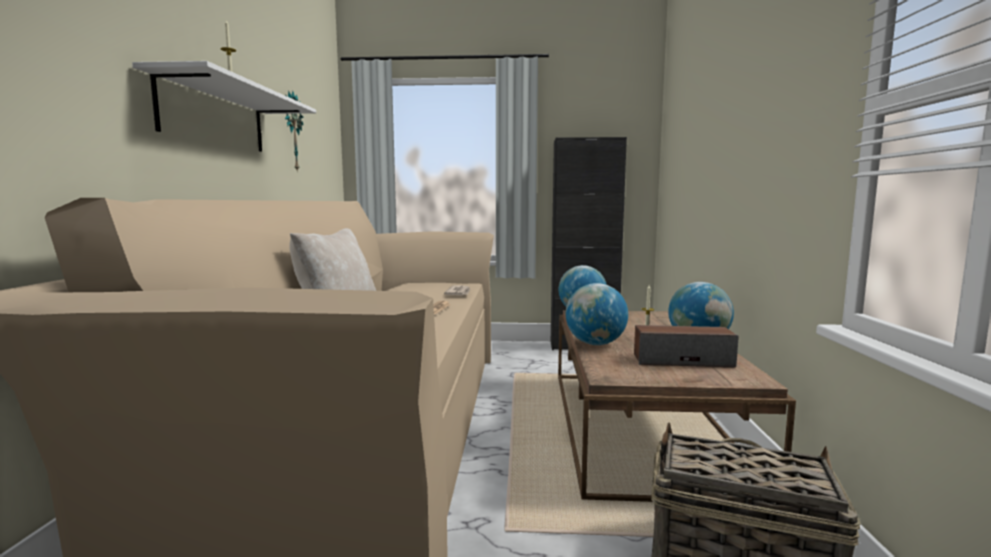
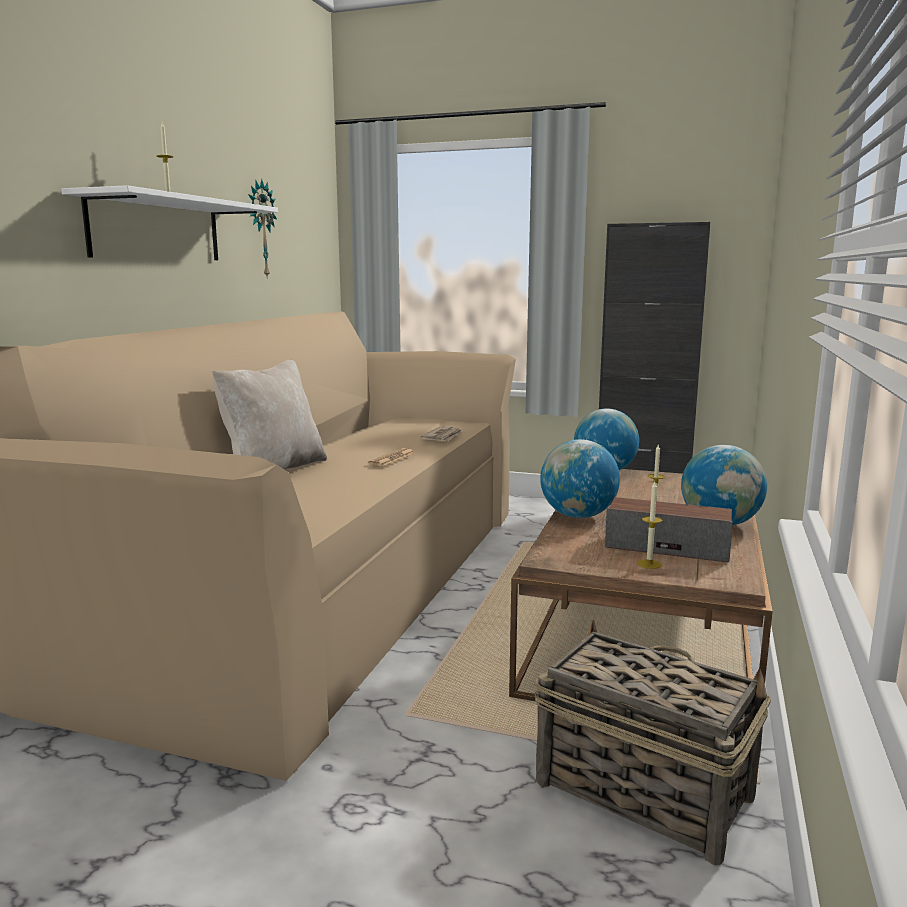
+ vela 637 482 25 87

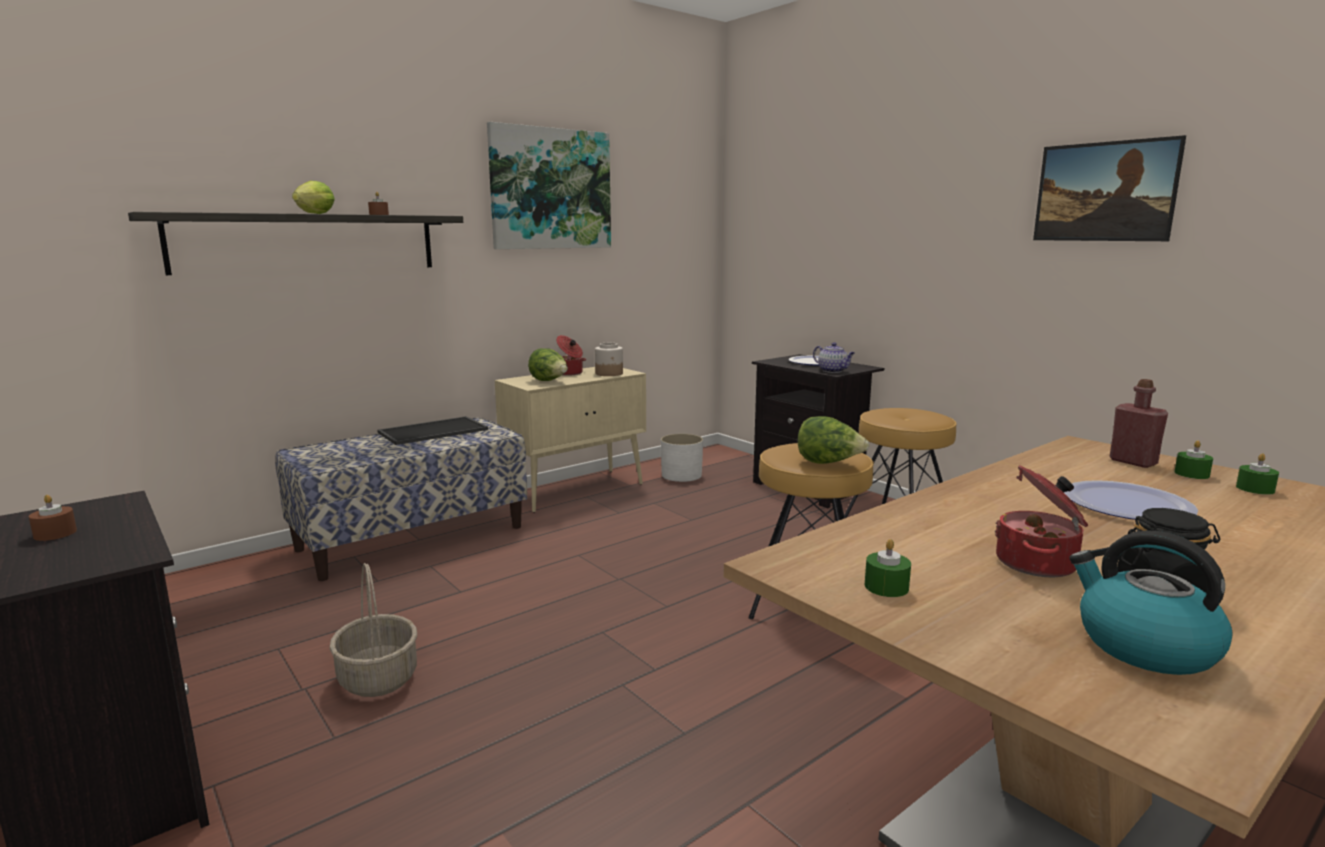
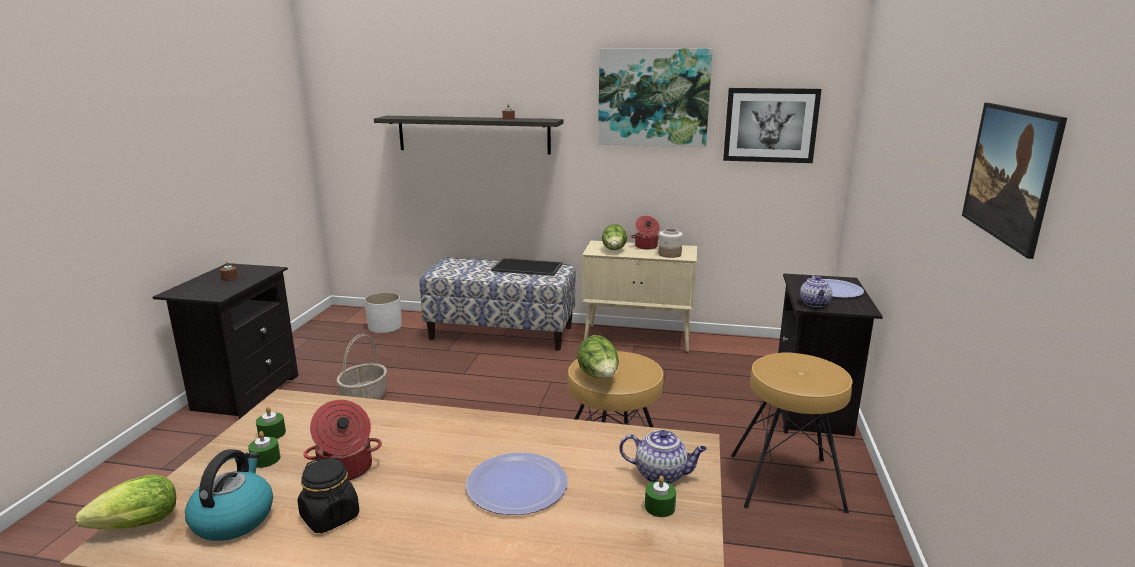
~ lechuga 292 181 43 33 to 76 475 100 55
~ botella/rojo 1110 379 58 89 to tetera 619 430 88 54
~ maceta/blanco 661 434 42 48 to 364 292 38 41
~ vela/verde 1236 453 43 42 to 248 431 32 37
+ cuadro 723 88 99 75

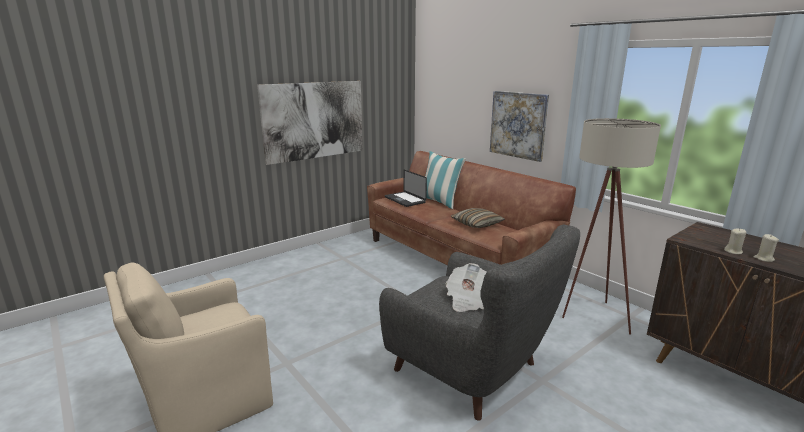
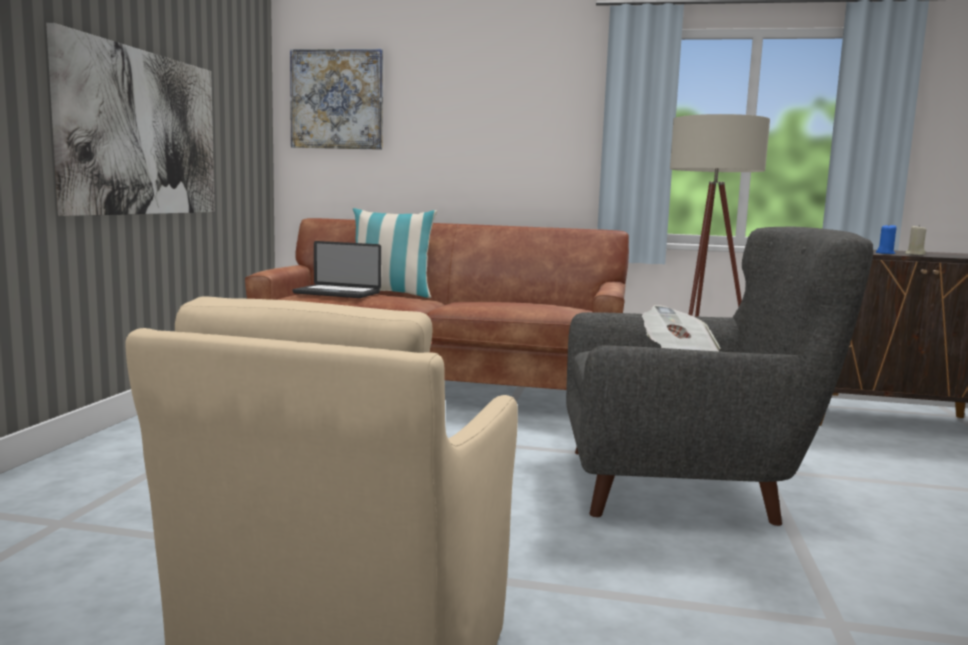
~ cuadro 490 91 59 71 to 290 49 93 101
- cojín 451 208 54 20
~ vela/beis 724 228 22 26 to vela/azul 876 224 21 30

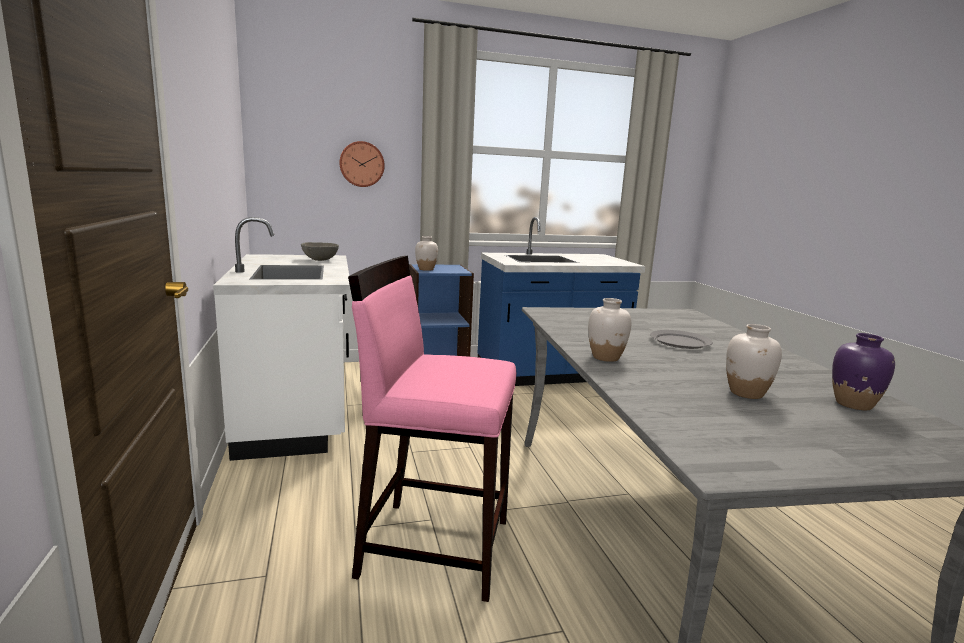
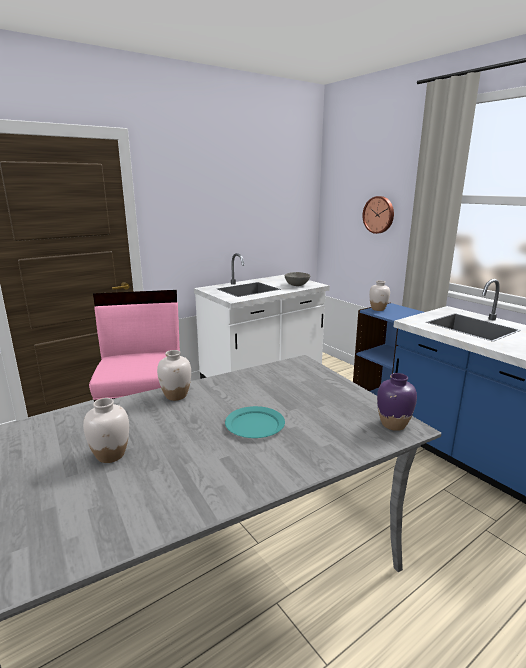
~ plato/gris 650 330 63 19 to plato/turquesa 225 406 60 32
~ florero/morado 832 333 63 77 to 377 373 40 58

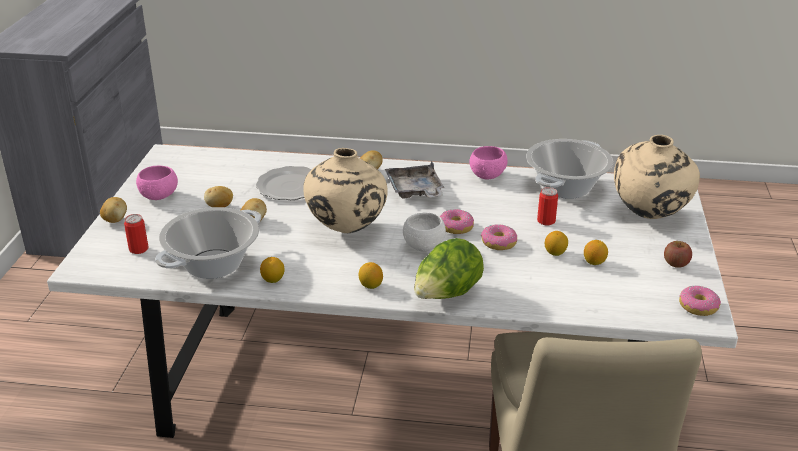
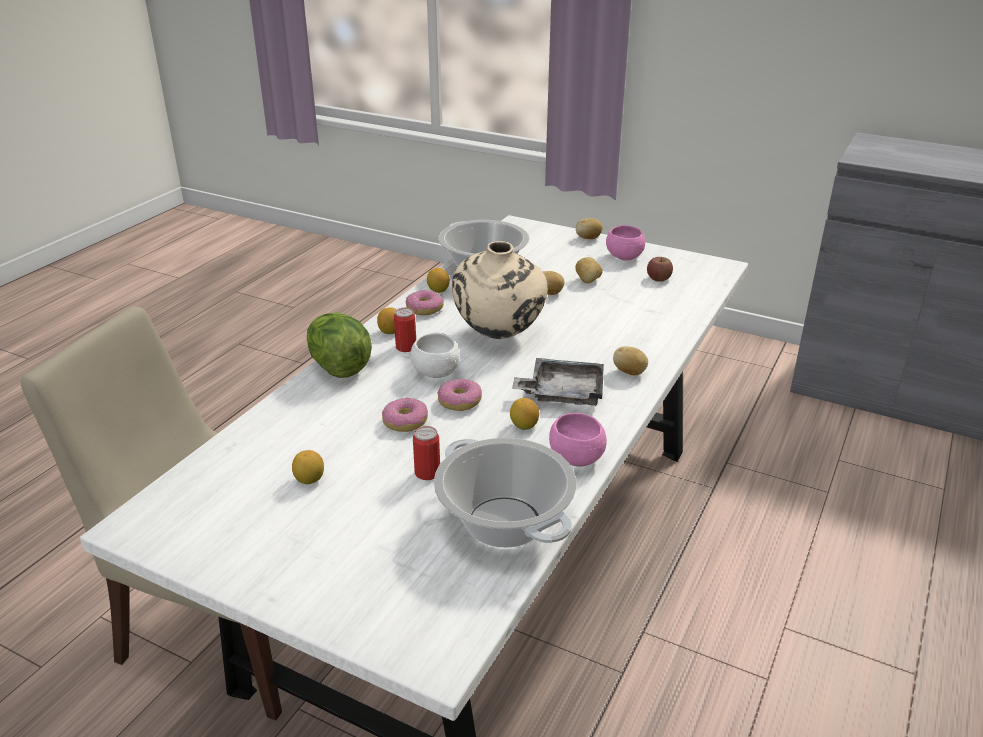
- florero/beis 614 135 86 84
- plato 256 166 56 34
~ lata 124 214 24 40 to 394 308 22 44
~ limón 545 231 23 25 to 510 398 29 32
~ manzana 664 241 28 27 to 647 257 26 25
~ rosquilla 679 285 42 31 to 406 290 38 25

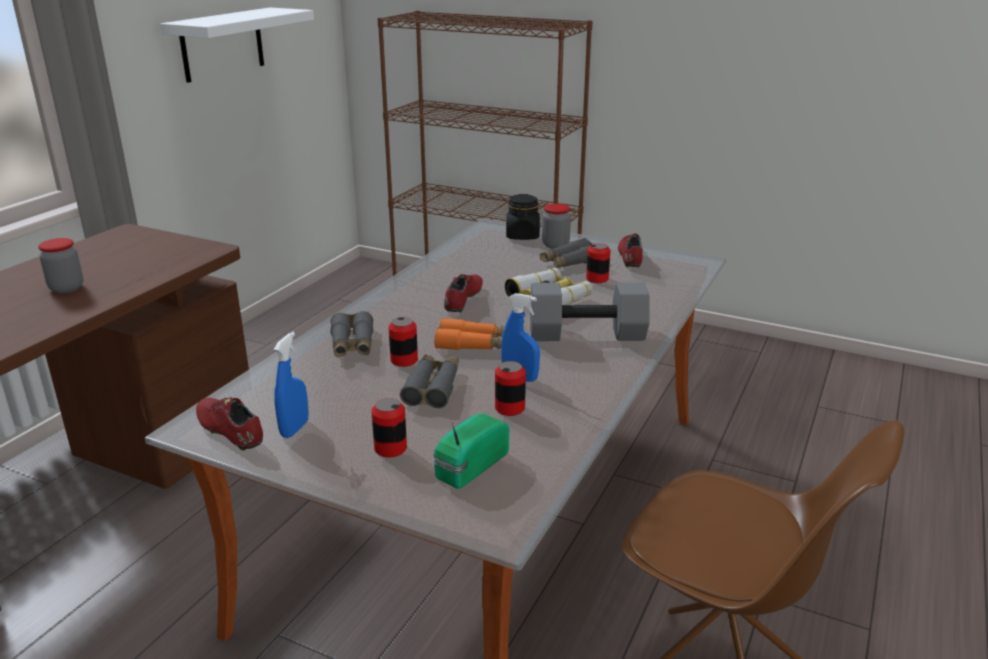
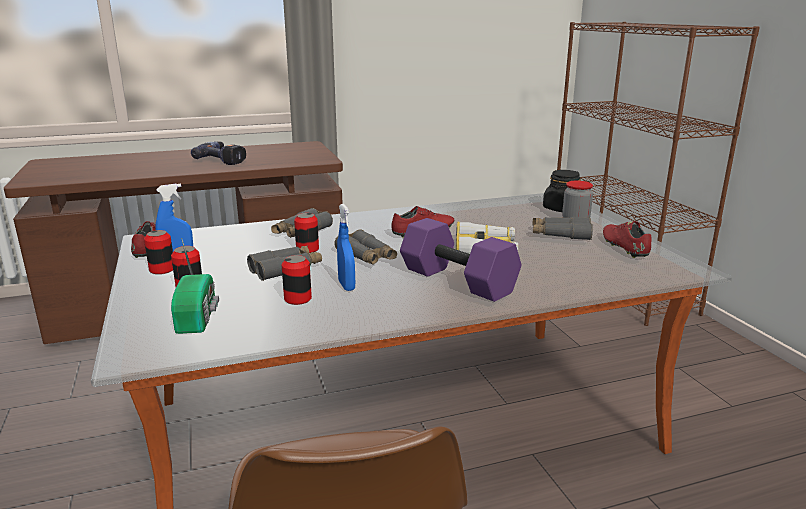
- estante/blanco 160 7 154 76
~ zapato/rojo 618 234 24 34 = 603 221 49 37 60 degrees counterclockwise
~ tarro 38 238 45 55 to taladro 191 141 55 24
~ lata 586 243 24 40 to 144 230 29 44
~ mancuerna/gris 530 282 120 59 to mancuerna/morado 400 218 121 84
~ prismáticos/naranja 434 318 71 32 to prismáticos/gris 334 230 63 34
~ radio 433 414 76 75 = 171 238 48 96 90 degrees clockwise

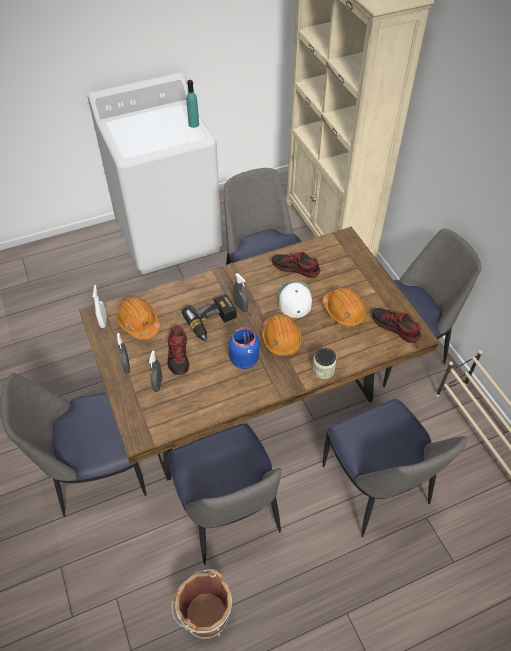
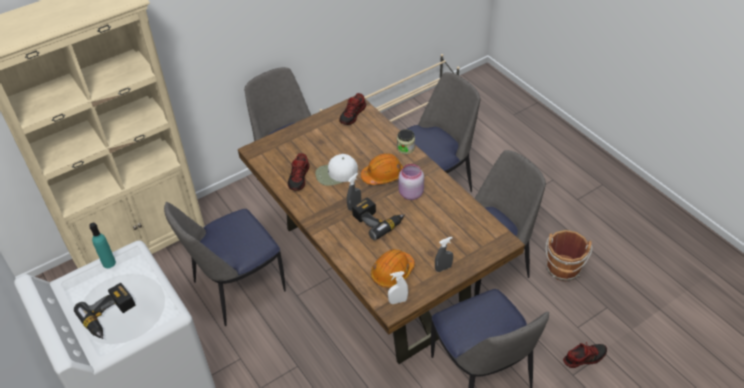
- casco/naranja 322 287 45 40
~ zapato 167 326 22 49 to 563 342 44 26
~ tarro/azul 229 327 31 42 to tarro/rosa 399 164 25 36
- pulverizador/gris 149 351 14 41
+ taladro 74 283 62 56

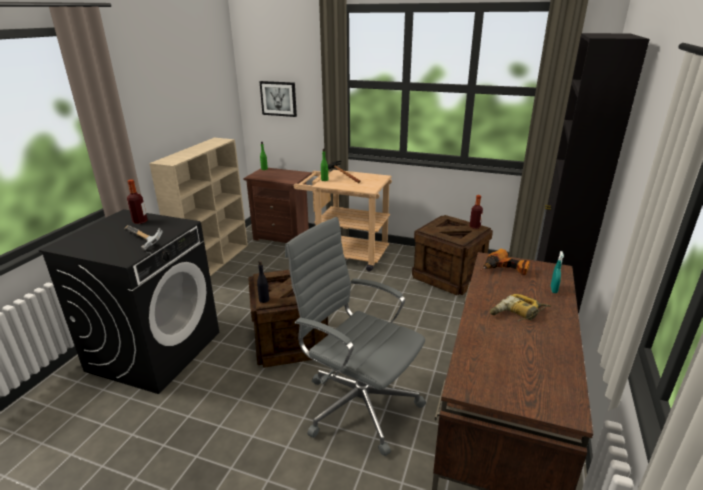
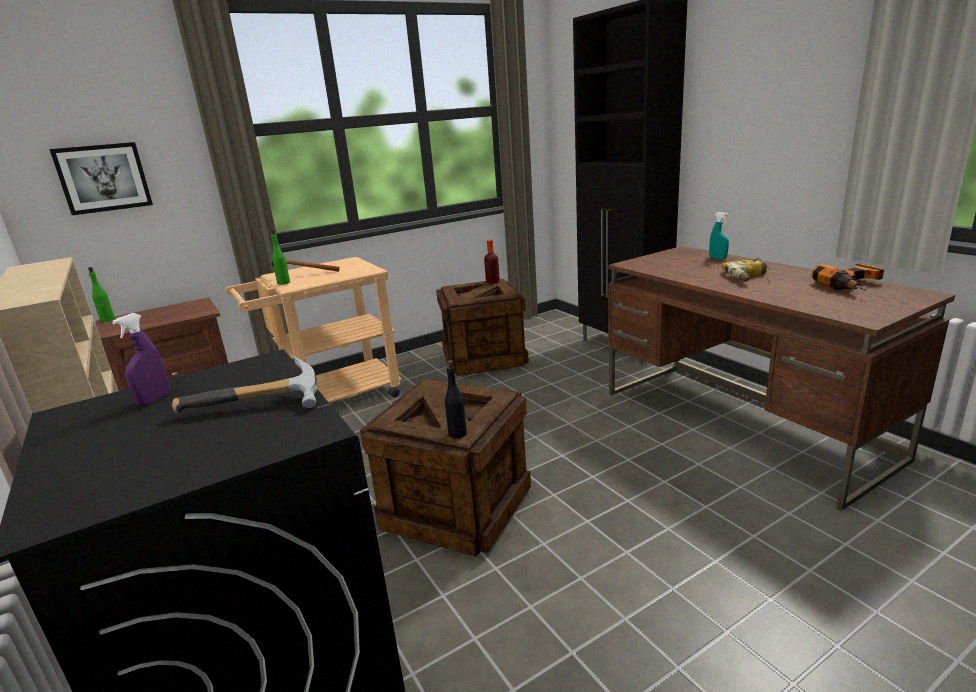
~ botella 127 179 21 45 to pulverizador/morado 112 313 58 93
- silla de oficina/gris 285 217 141 239
~ taladro 480 249 50 26 to 812 263 72 28

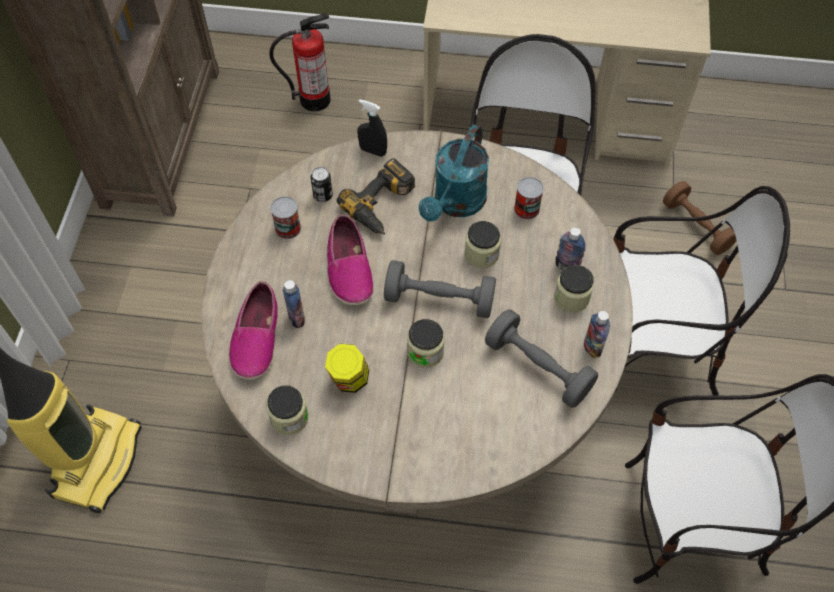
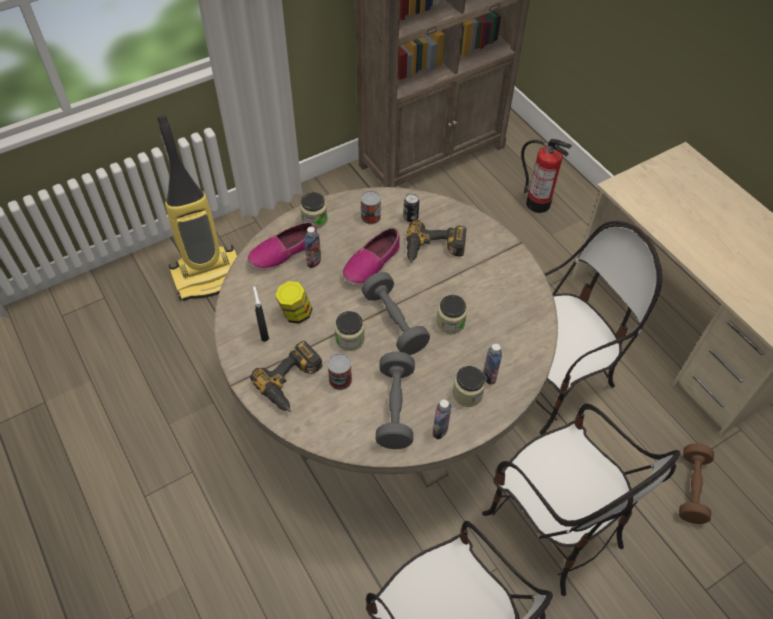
~ pulverizador/negro 357 99 30 58 to 253 287 16 55
- regadera/turquesa 419 125 70 97
~ lata 514 177 30 43 to 327 353 25 37
~ tarro 267 385 41 50 to 300 192 28 37
+ taladro 250 341 73 71

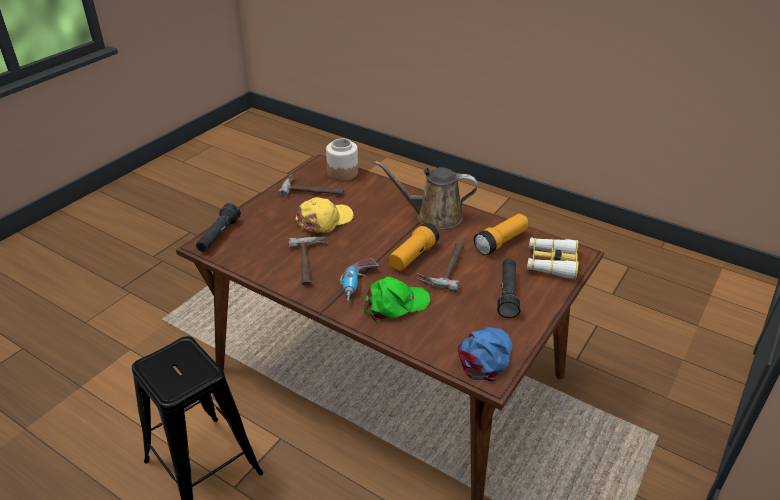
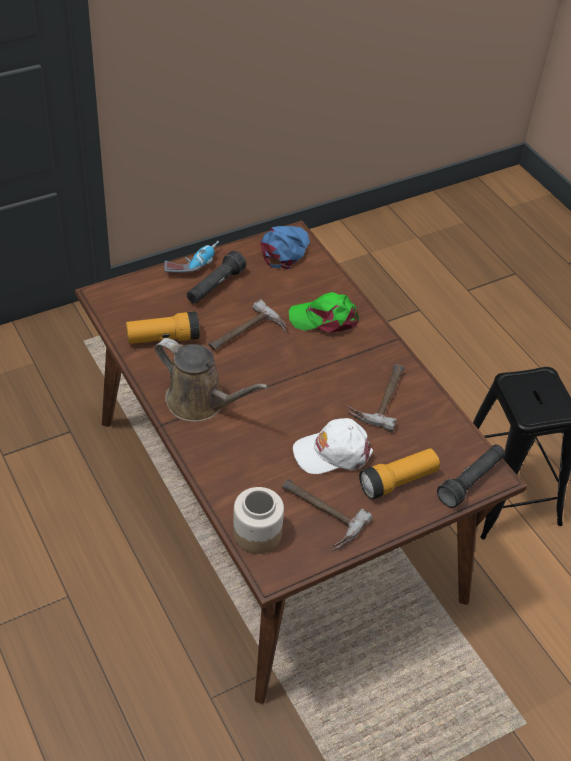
~ gorra/amarillo 296 197 57 36 to gorra/blanco 293 418 80 56
~ linterna 389 222 51 49 to 359 448 81 52
- prismáticos 527 238 52 42
~ taladro 339 258 40 43 to 165 241 54 32
~ gorra/azul 457 327 56 54 = 260 226 50 43 150 degrees clockwise

